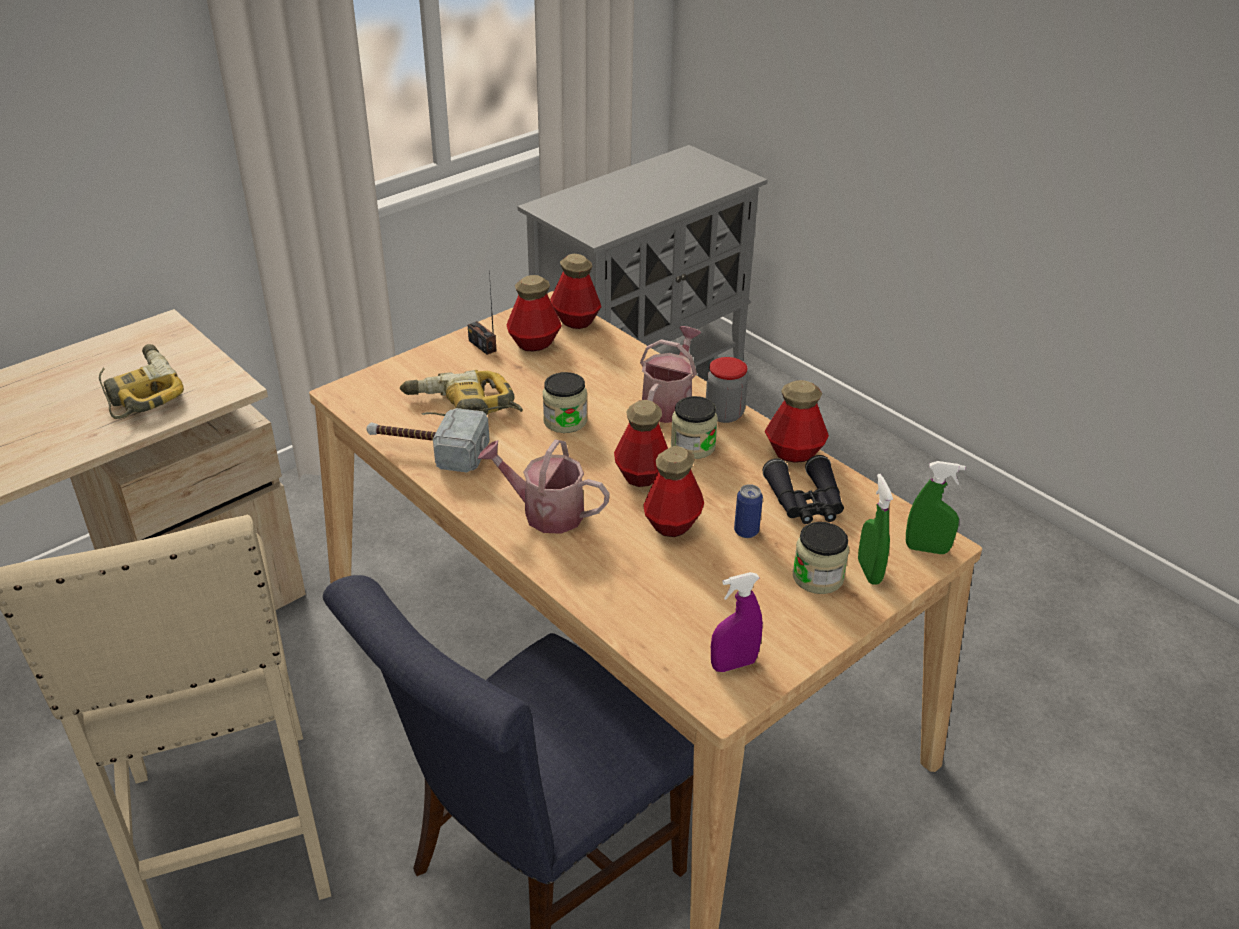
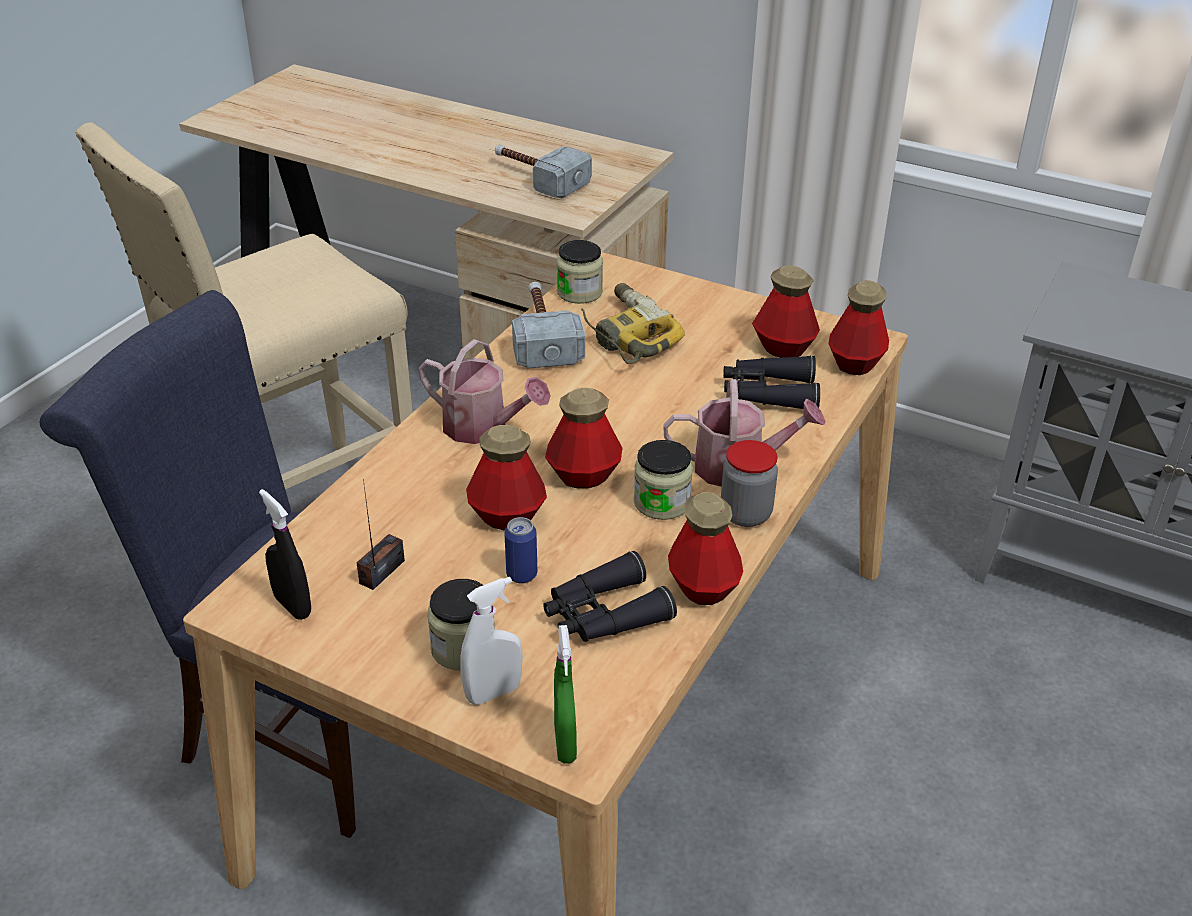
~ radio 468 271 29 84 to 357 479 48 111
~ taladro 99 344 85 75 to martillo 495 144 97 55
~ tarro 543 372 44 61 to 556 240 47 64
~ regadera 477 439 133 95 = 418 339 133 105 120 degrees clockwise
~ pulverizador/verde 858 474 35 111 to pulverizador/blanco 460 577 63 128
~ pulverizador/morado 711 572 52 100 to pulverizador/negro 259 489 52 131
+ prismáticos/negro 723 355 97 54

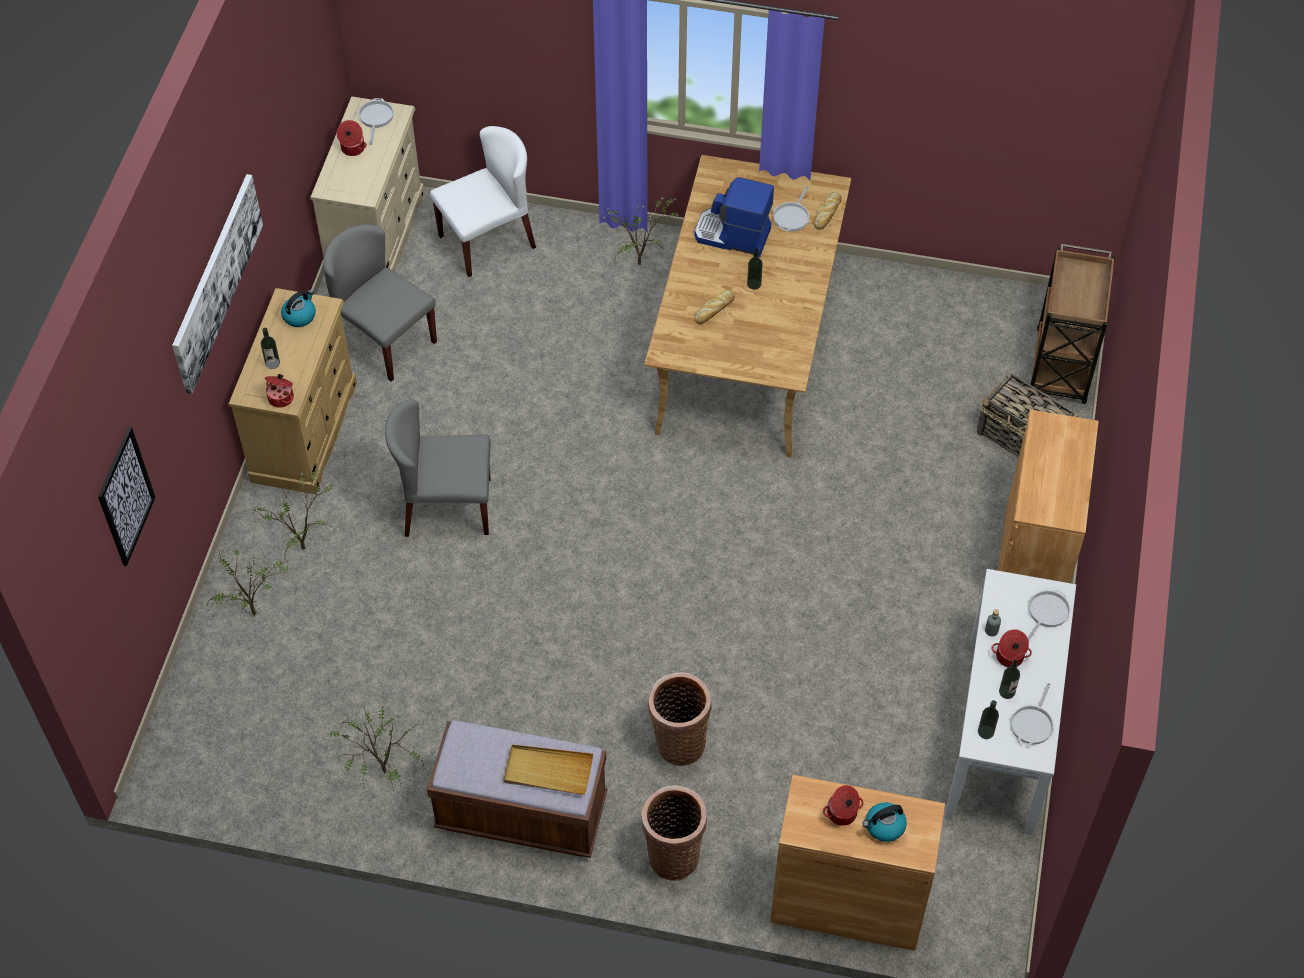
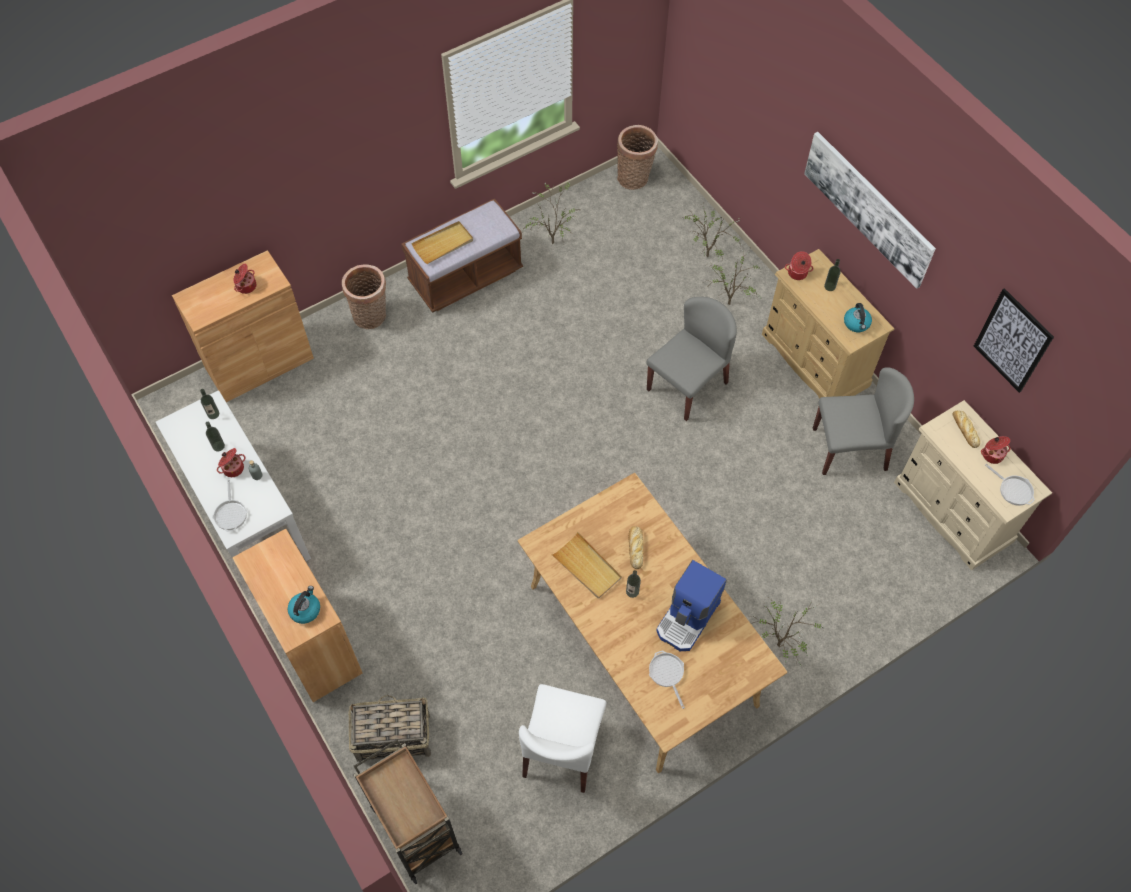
~ silla/blanco 430 126 106 151 to 519 684 88 109
~ cafetera 694 177 80 80 = 656 560 71 91 150 degrees clockwise
~ pan 814 192 28 38 to 952 411 28 37
~ cuadro 98 427 57 139 to 974 288 80 105
~ cesta 648 672 64 94 to 617 125 41 65
- sartén 1011 683 43 62
~ hervidor 863 803 44 39 to 288 586 32 38
+ bandeja/beis 551 532 71 67

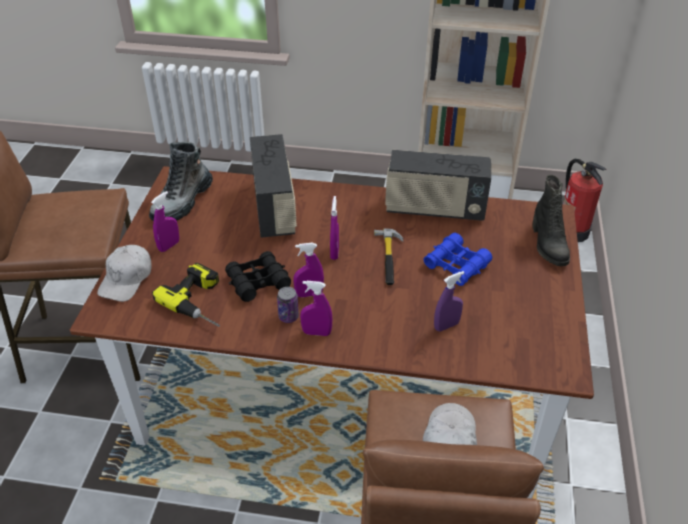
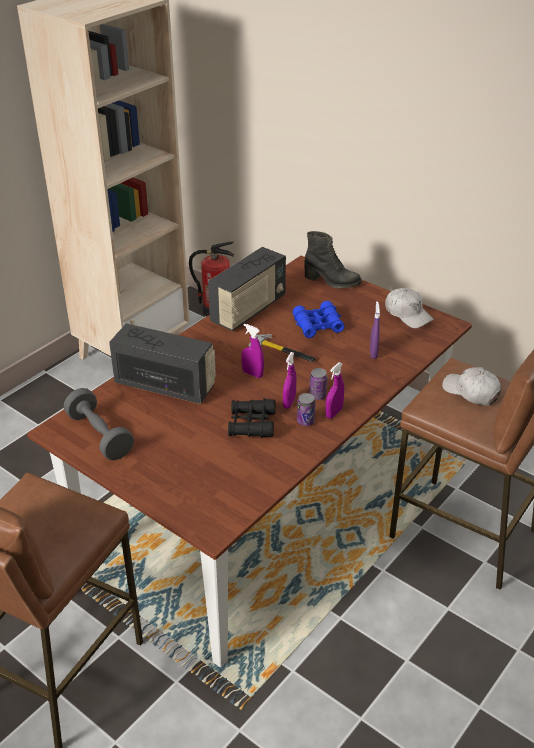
~ bota 149 141 64 80 to mancuerna/gris 64 388 70 72
- pulverizador/morado 151 191 28 61
~ gorra/blanco 97 245 55 57 to 385 288 49 40
- taladro 152 263 68 64
+ lata 309 368 18 32

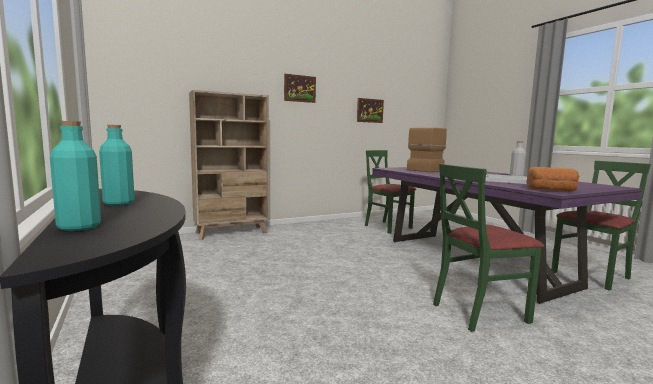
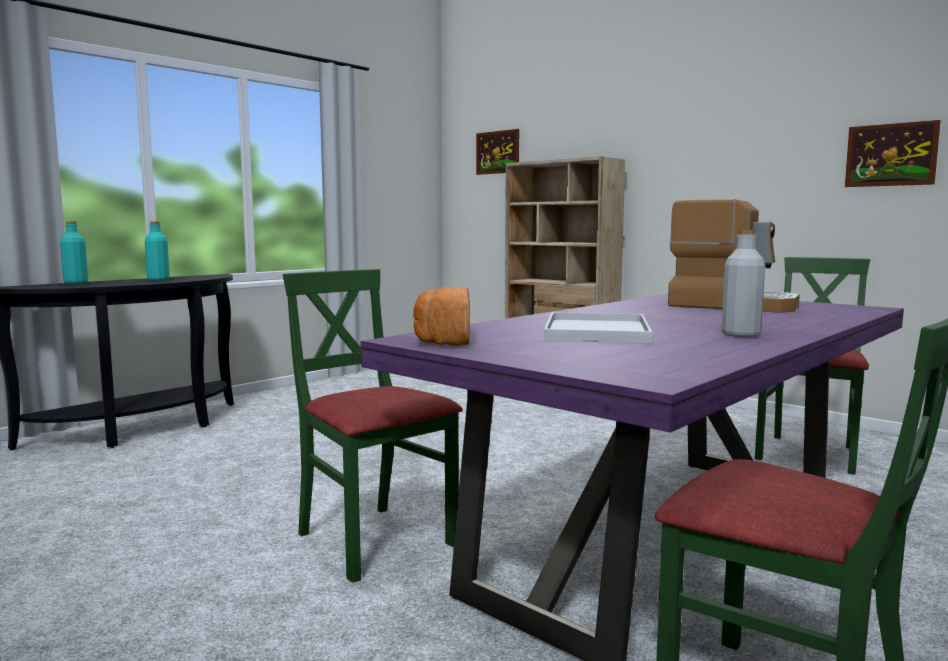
~ cuadro 284 74 32 29 to 476 129 43 46

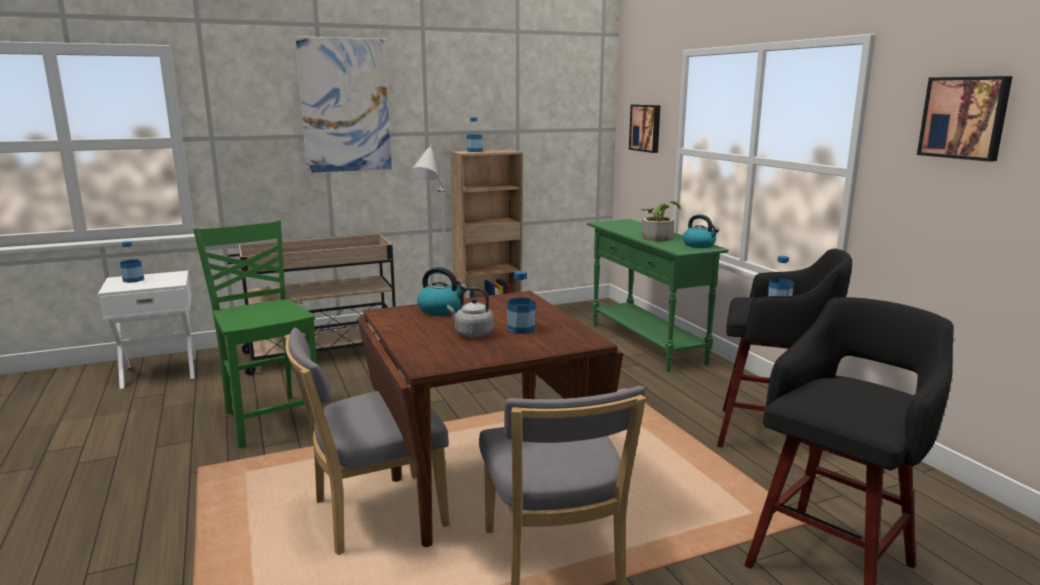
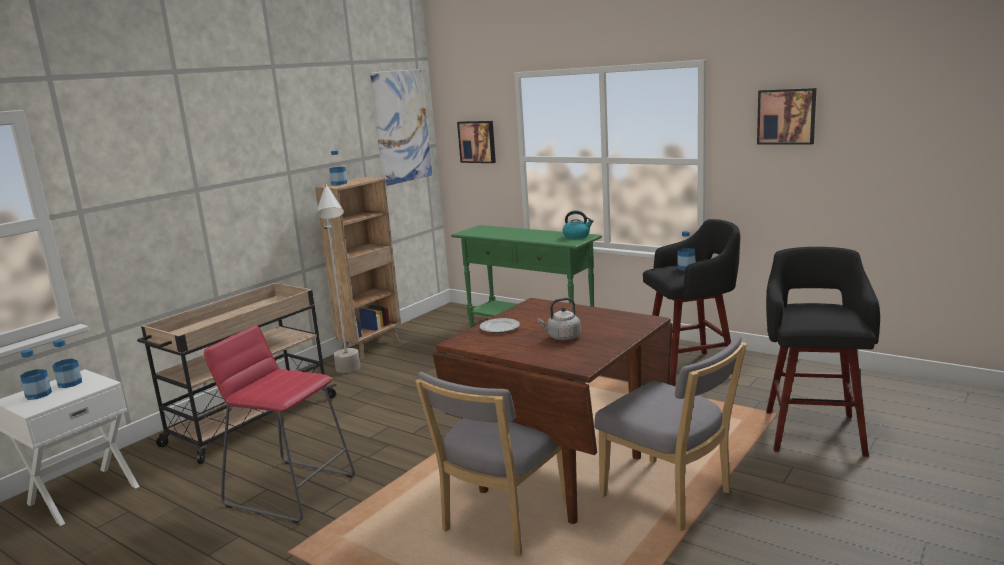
~ cuadro 296 36 96 137 to 370 69 62 117
- planta en maceta 641 201 40 40
~ silla/verde 193 220 124 228 to taburete/rojo 204 325 151 198
~ hervidor 417 267 50 48 to plato 480 318 40 15
~ botella 507 271 29 63 to 52 339 30 49

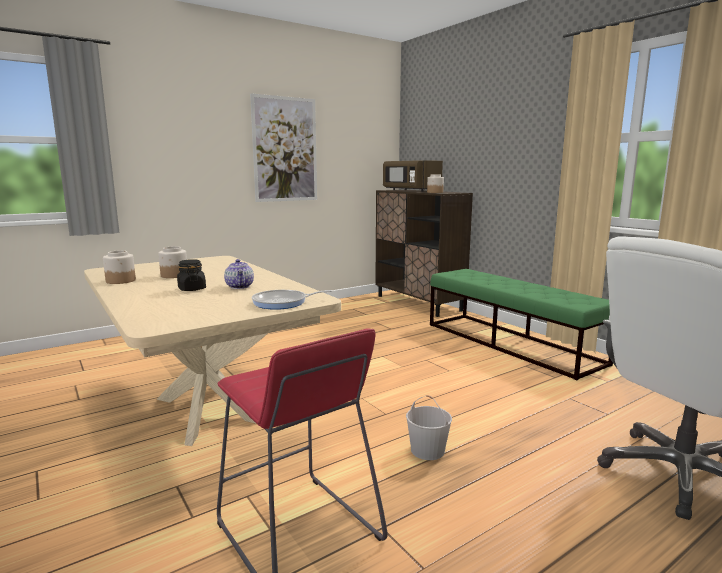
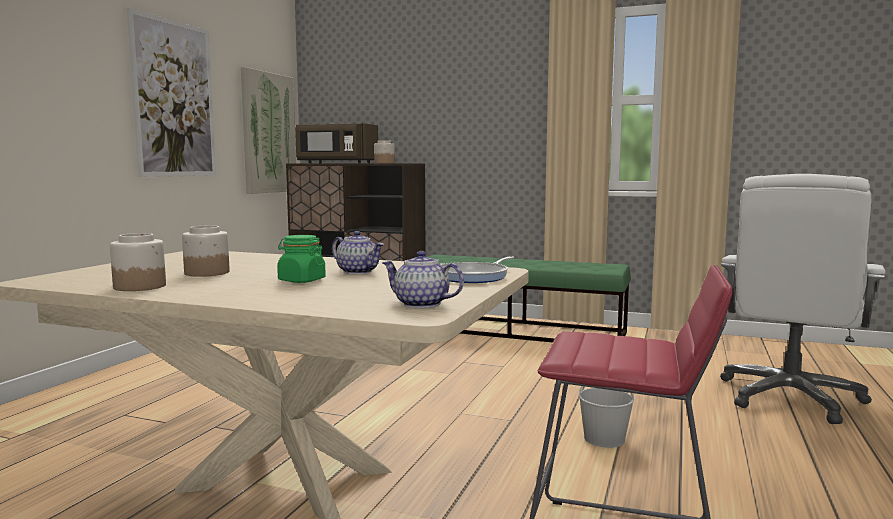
~ tarro/negro 177 259 29 32 to tarro/verde 277 235 49 48
+ cuadro 241 67 55 127
+ tetera 382 251 82 57

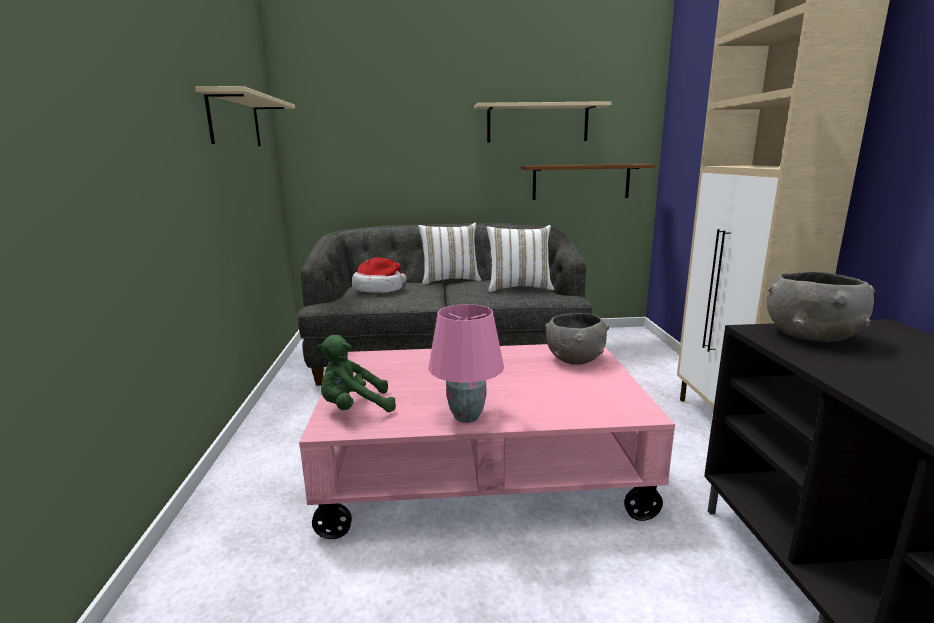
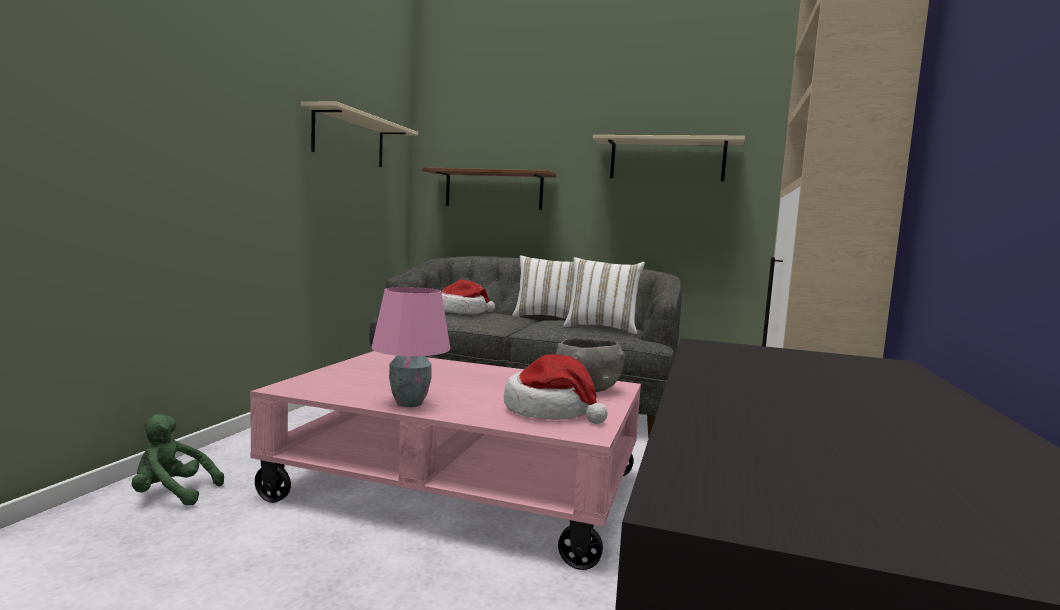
~ estante/marrón 521 164 134 36 to 422 167 135 43
- cuenco/gris 767 271 108 71
~ peluche/verde 317 335 79 77 to 132 414 92 92
+ sombrero 504 354 104 70

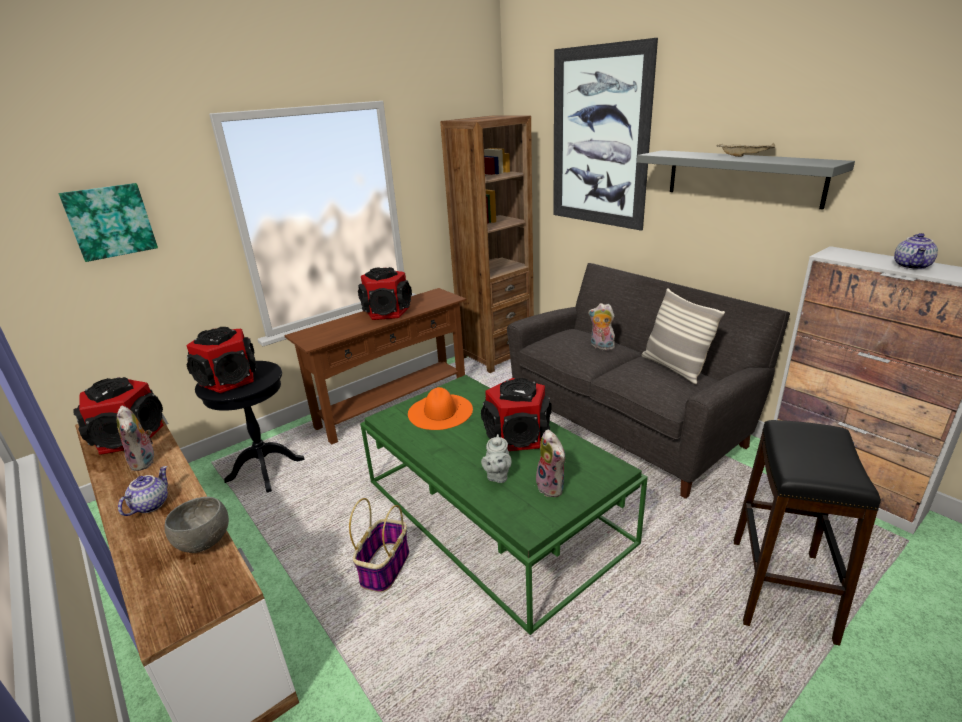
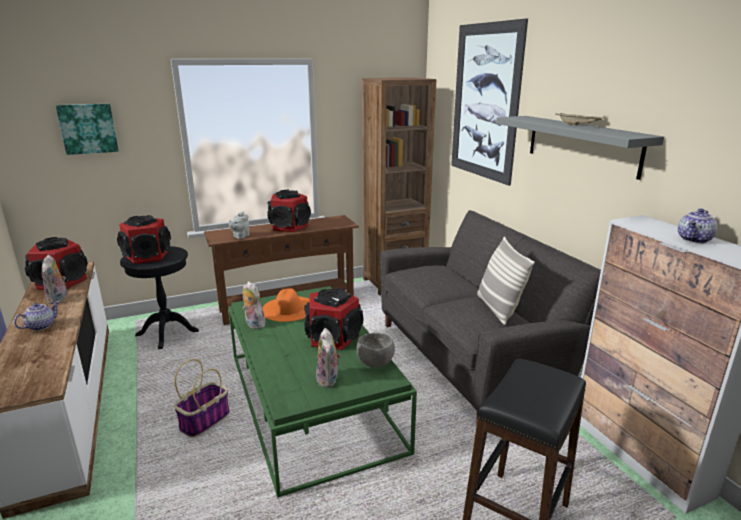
~ peluche 588 303 27 47 to 243 281 22 48
~ tetera/gris 481 434 31 49 to 229 211 20 28
~ cuenco/gris 164 497 65 56 to 357 333 38 35

